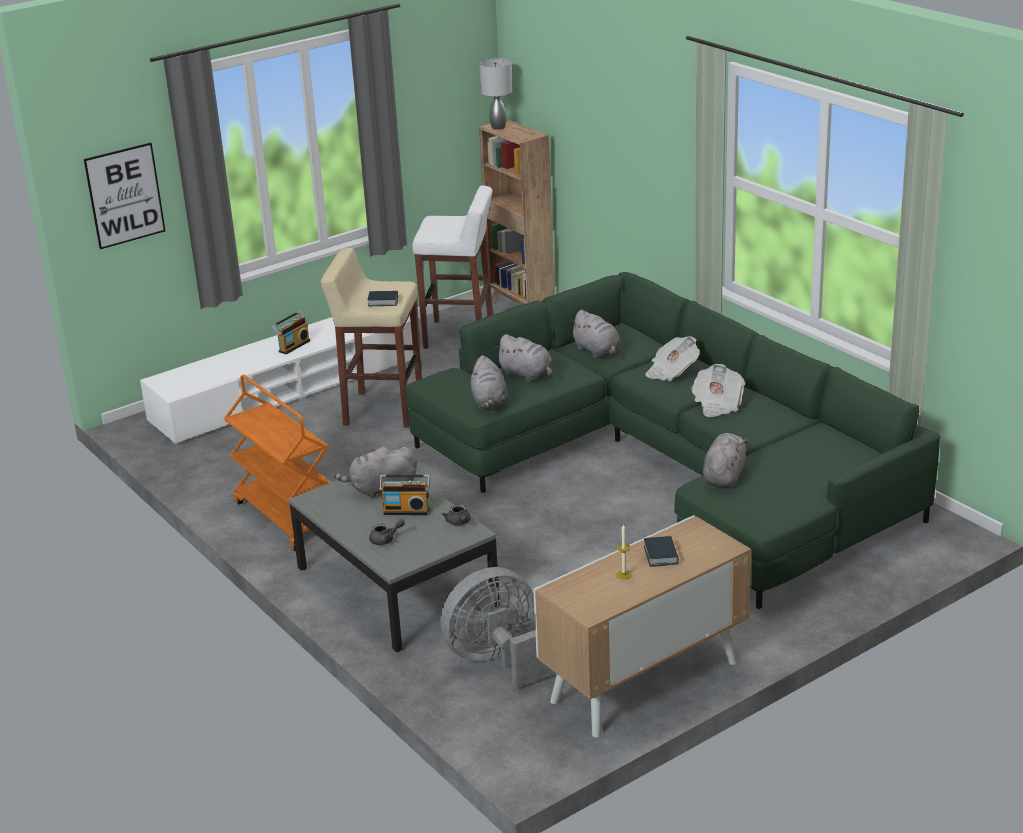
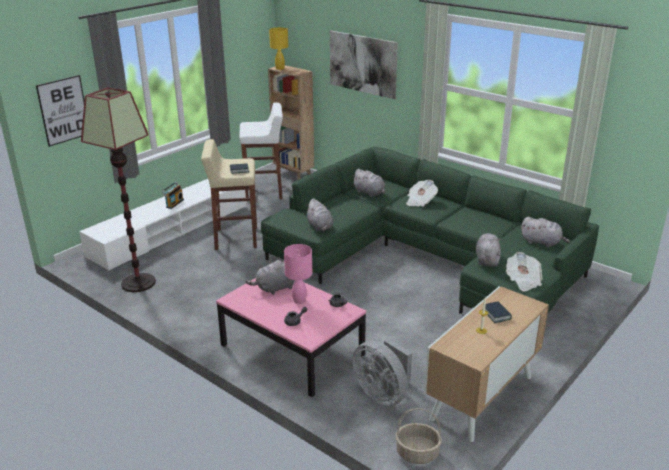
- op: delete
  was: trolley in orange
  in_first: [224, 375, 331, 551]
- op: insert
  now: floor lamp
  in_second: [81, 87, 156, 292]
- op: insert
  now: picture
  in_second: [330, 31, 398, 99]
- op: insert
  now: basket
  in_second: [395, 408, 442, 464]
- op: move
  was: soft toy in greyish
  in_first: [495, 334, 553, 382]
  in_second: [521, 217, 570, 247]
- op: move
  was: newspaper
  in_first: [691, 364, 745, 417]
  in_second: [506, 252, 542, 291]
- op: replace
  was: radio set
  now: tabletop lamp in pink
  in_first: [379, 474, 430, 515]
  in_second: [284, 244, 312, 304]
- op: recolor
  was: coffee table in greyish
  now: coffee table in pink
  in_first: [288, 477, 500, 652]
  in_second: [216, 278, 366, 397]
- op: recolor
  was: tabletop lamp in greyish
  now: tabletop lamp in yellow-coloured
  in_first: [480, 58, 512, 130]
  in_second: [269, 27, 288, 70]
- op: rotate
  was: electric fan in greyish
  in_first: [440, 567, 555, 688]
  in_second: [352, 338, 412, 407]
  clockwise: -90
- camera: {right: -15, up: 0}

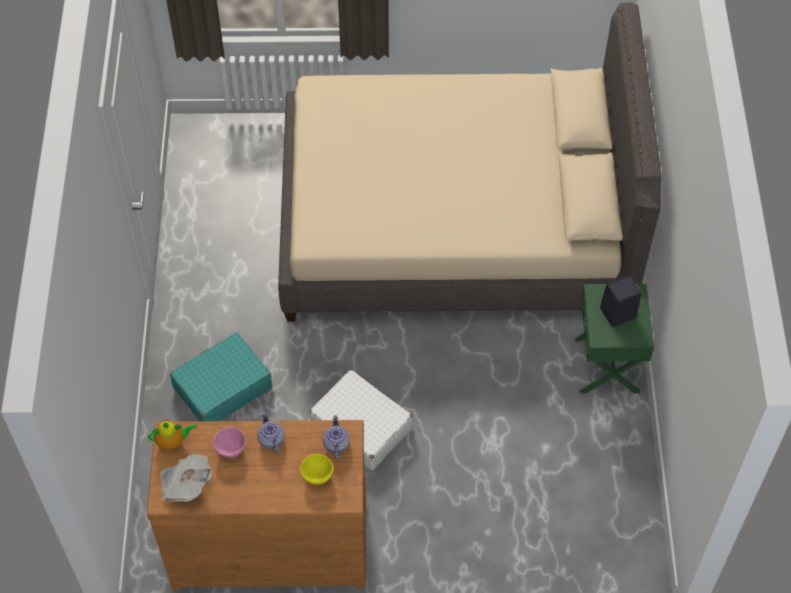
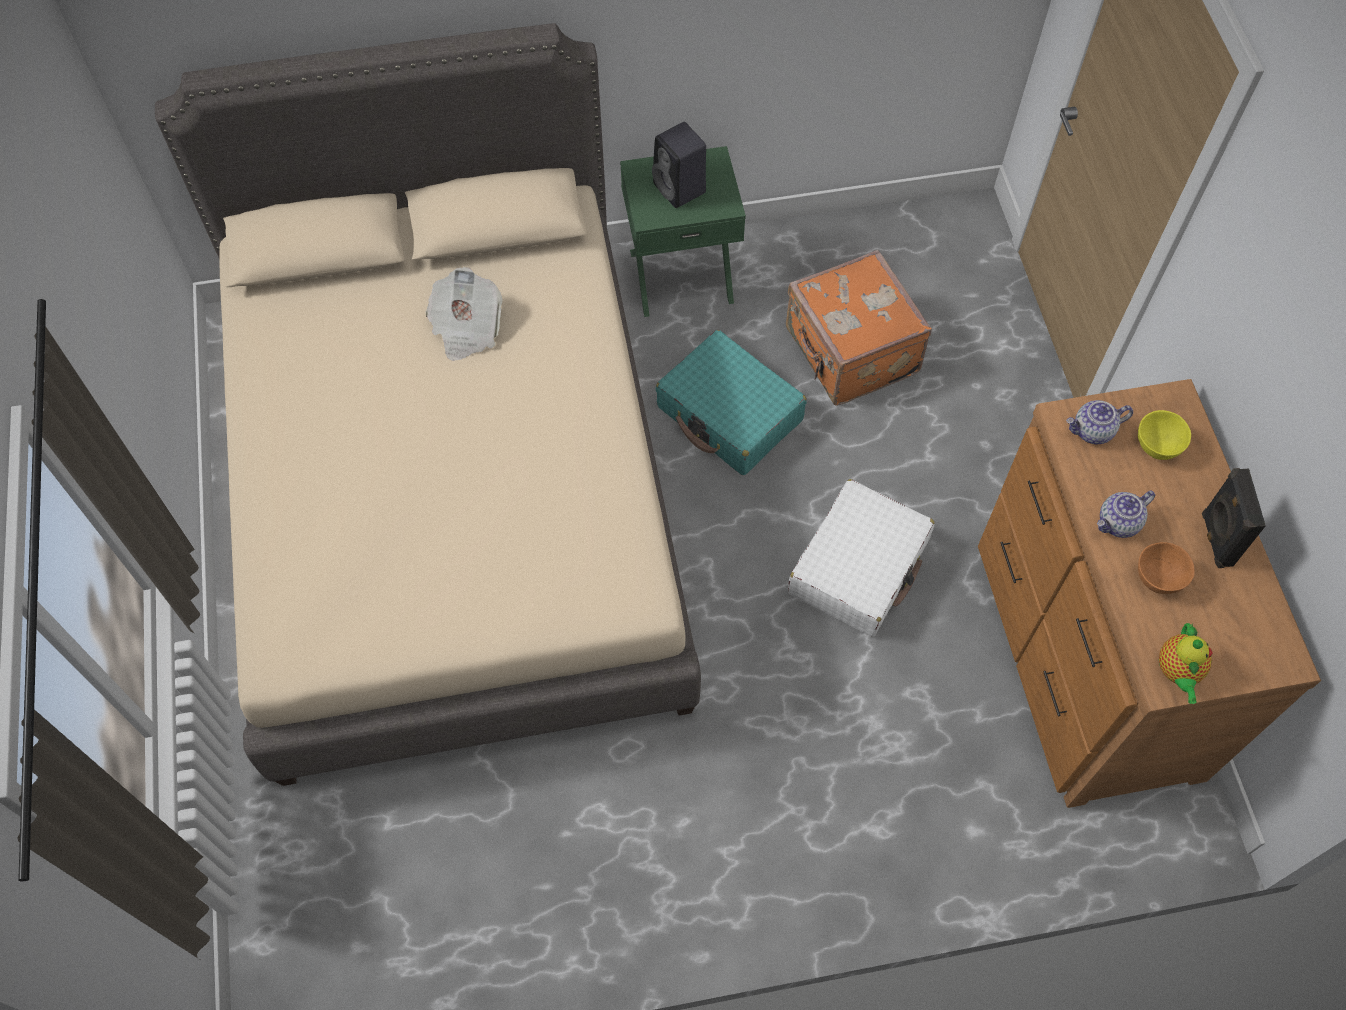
- op: insert
  now: travel case in orange
  in_second: [786, 250, 932, 406]
- op: insert
  now: loudspeaker in blackish
  in_second: [1202, 468, 1266, 568]
- op: move
  was: newspaper
  in_first: [160, 453, 212, 502]
  in_second: [426, 267, 503, 361]
- op: move
  was: travel case in turquoise
  in_first: [170, 332, 272, 421]
  in_second: [655, 330, 807, 475]
- op: recolor
  was: deep dish in pink
  now: deep dish in orange
  in_first: [213, 427, 245, 458]
  in_second: [1138, 542, 1195, 594]
- op: rotate
  was: teapot
  in_first: [148, 419, 198, 450]
  in_second: [1159, 623, 1212, 704]
  clockwise: -150
- camera: {right: -100, up: 5}

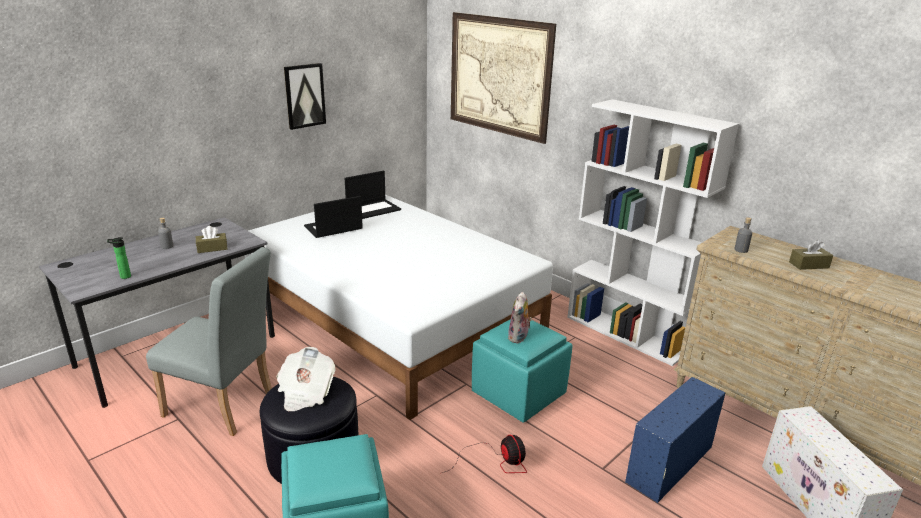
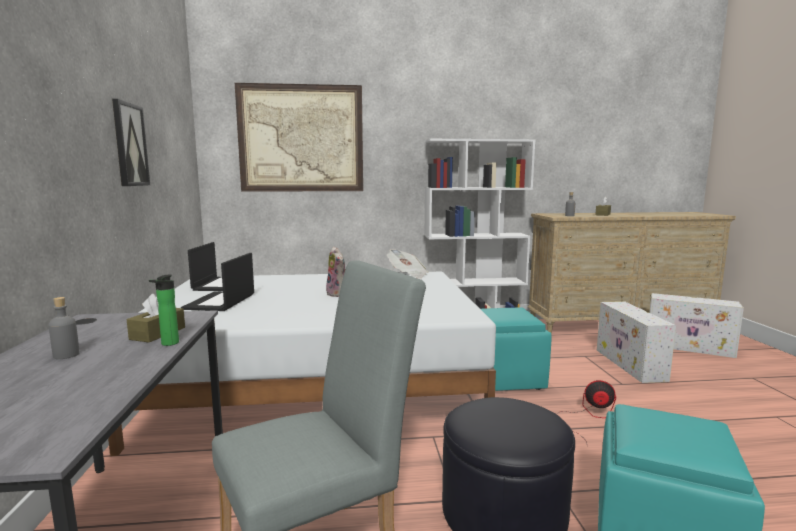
- op: move
  was: beverage bottle
  in_first: [107, 237, 131, 279]
  in_second: [149, 274, 179, 346]
- op: move
  was: newspaper
  in_first: [276, 347, 336, 411]
  in_second: [387, 249, 429, 279]
- op: move
  was: soft toy
  in_first: [508, 292, 532, 343]
  in_second: [326, 247, 345, 297]
- op: recolor
  was: storage bin in blue-coloured
  now: storage bin in whitish
  in_first: [625, 377, 725, 503]
  in_second: [597, 301, 676, 383]
- camera: {right: -50, up: -15}

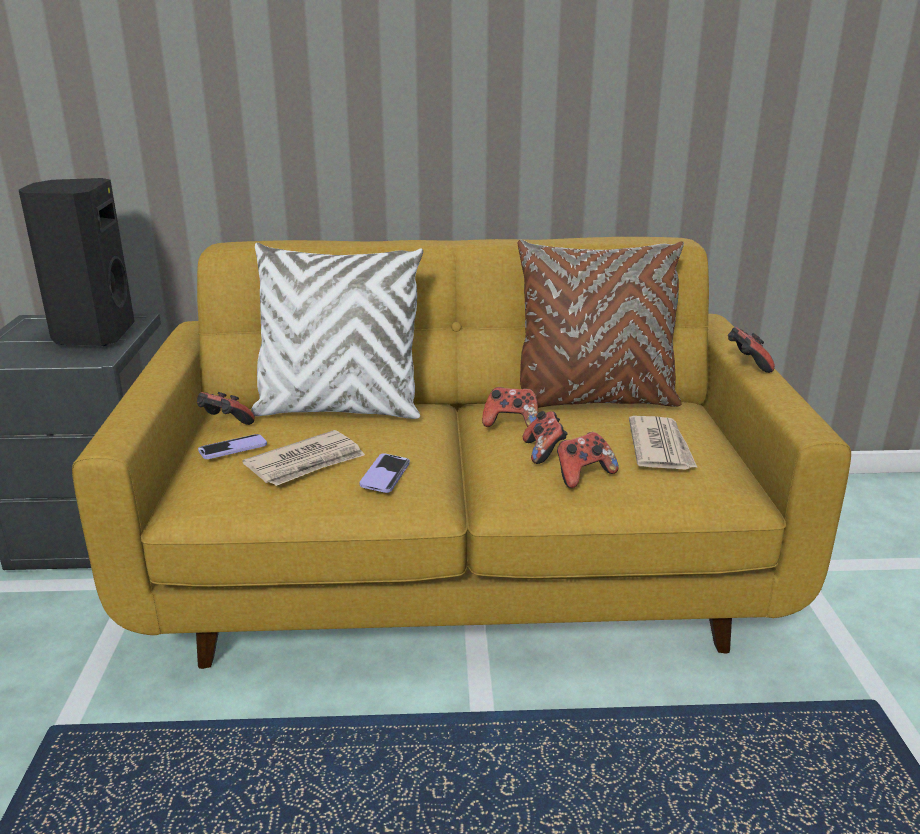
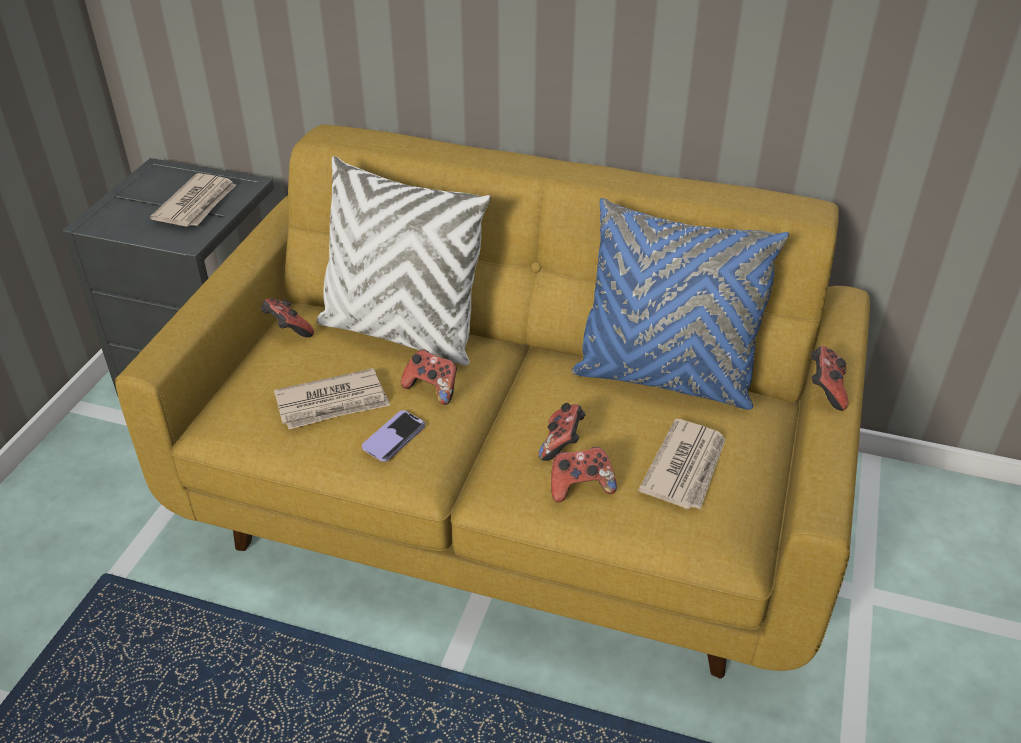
- op: delete
  was: handset
  in_first: [198, 434, 267, 459]
- op: move
  was: gamepad
  in_first: [482, 387, 539, 427]
  in_second: [401, 349, 457, 405]
- op: replace
  was: loudspeaker in blackish
  now: newspaper
  in_first: [19, 178, 135, 346]
  in_second: [150, 173, 236, 227]
- op: recolor
  was: pillow in brownish
  now: pillow in blue-coloured
  in_first: [518, 240, 684, 408]
  in_second: [571, 198, 790, 410]
- camera: {right: 20, up: 15}

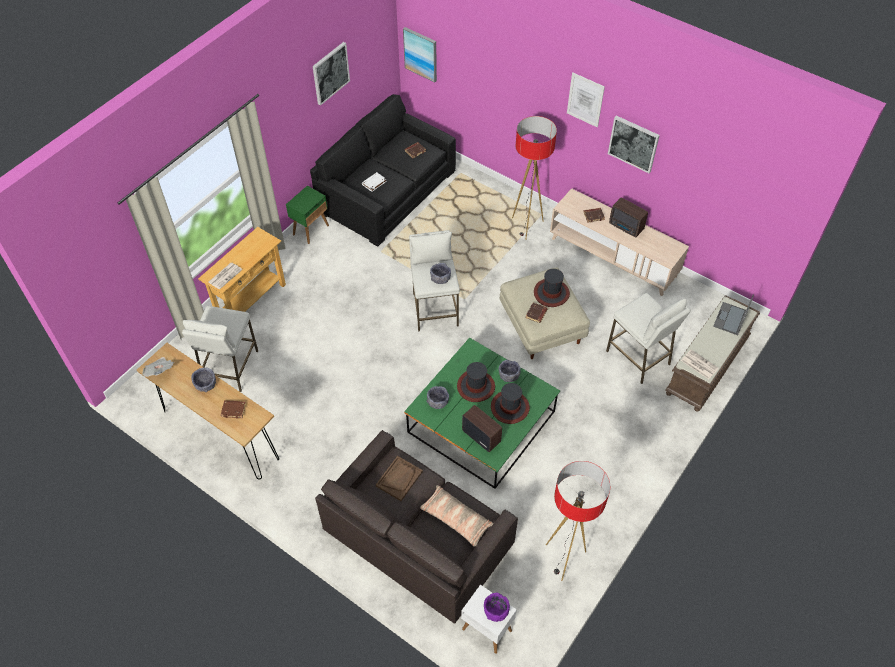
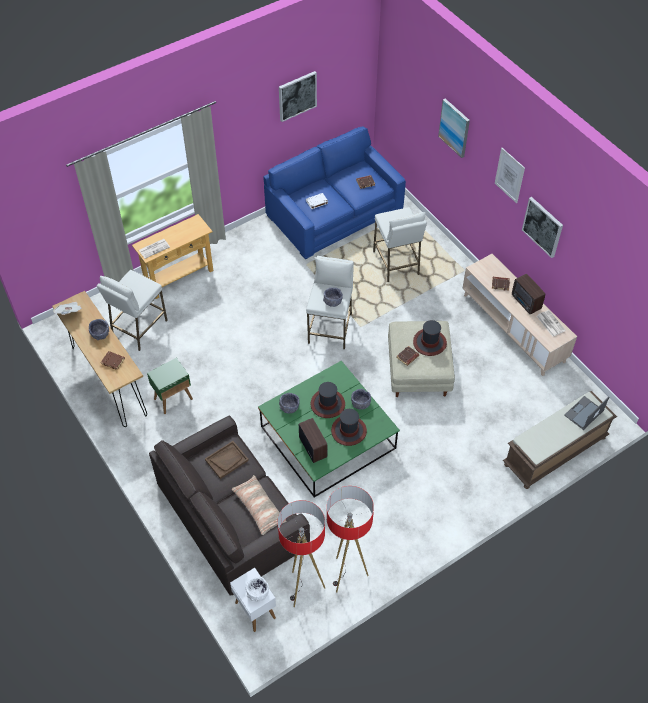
- op: move
  was: side table in green
  in_first: [286, 186, 329, 244]
  in_second: [147, 358, 193, 414]
- op: move
  was: picture
  in_first: [403, 27, 437, 82]
  in_second: [438, 99, 470, 158]
- op: move
  was: floor lamp
  in_first: [512, 116, 557, 240]
  in_second: [277, 500, 325, 608]
- op: move
  was: sitting stool in whitish
  in_first: [606, 293, 691, 384]
  in_second: [373, 207, 427, 282]
- op: move
  was: newspaper
  in_first: [681, 350, 719, 379]
  in_second: [536, 310, 566, 337]
- op: recolor
  was: couch in blackish
  now: couch in blue-coloured
  in_first: [310, 94, 456, 247]
  in_second: [264, 126, 406, 259]
- op: recolor
  was: deep dish in purplish
  now: deep dish in whitish
  in_first: [484, 593, 510, 622]
  in_second: [246, 577, 269, 602]
- camera: {right: 20, up: 0}

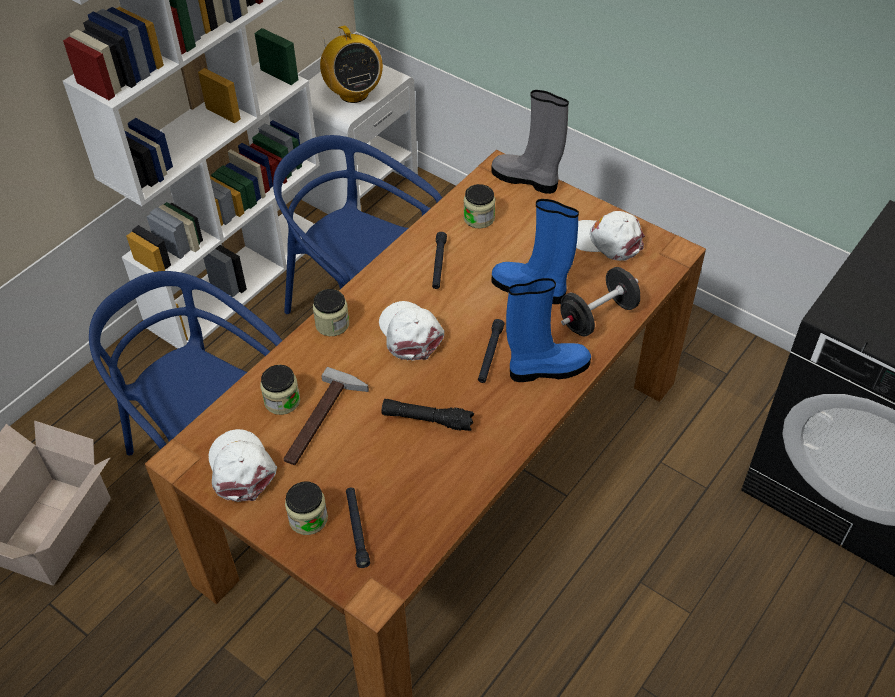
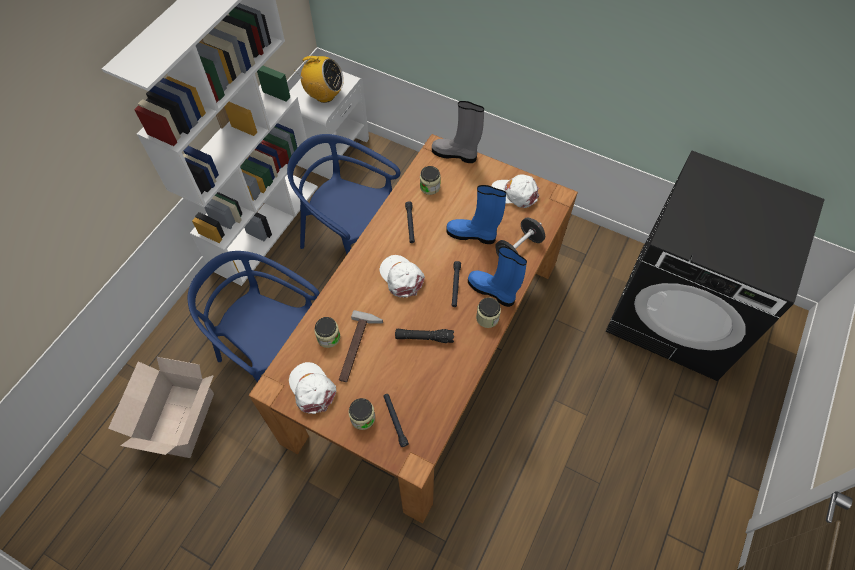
- op: move
  was: storage jar
  in_first: [313, 289, 349, 336]
  in_second: [476, 297, 501, 328]
- op: rotate
  was: radio set
  in_first: [320, 26, 383, 103]
  in_second: [294, 56, 344, 103]
  clockwise: -45
- op: rotate
  was: high-top boot in blue-coloured
  in_first: [506, 278, 591, 382]
  in_second: [468, 246, 527, 307]
  clockwise: -120
- camera: {right: -10, up: 10}

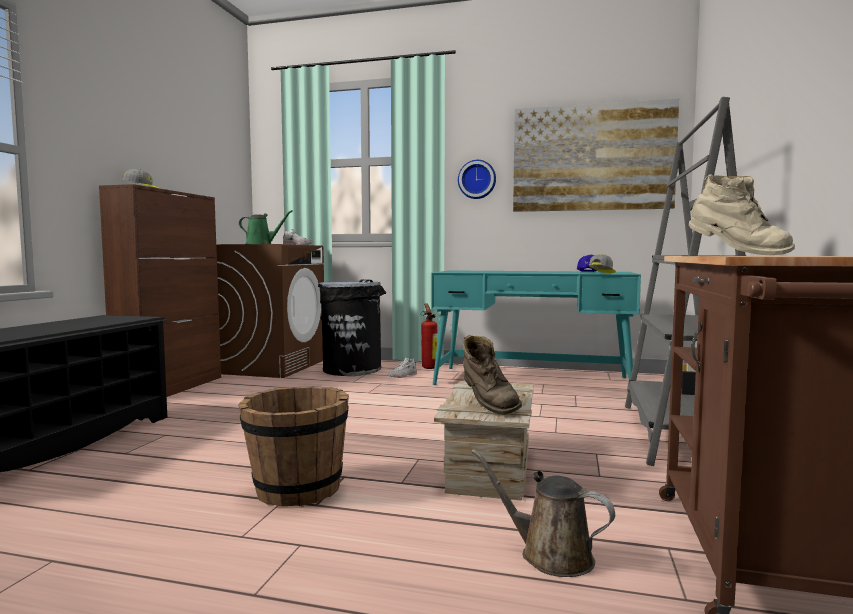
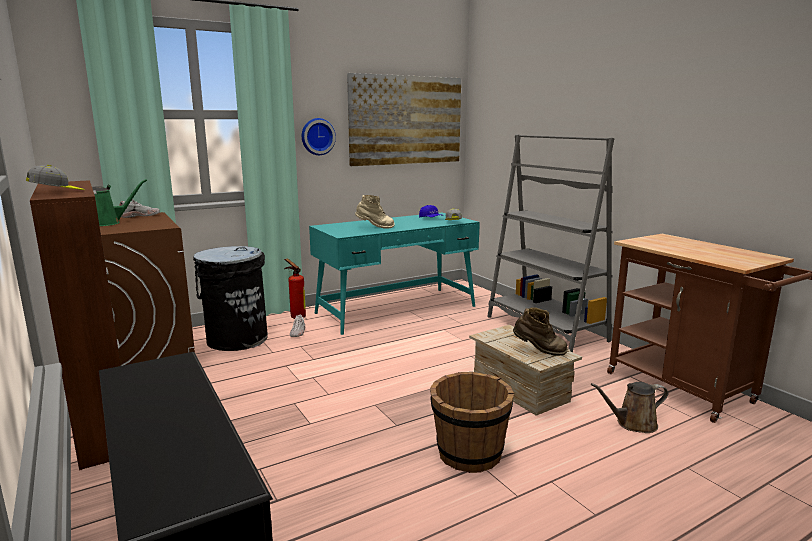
- op: move
  was: high-top boot in sand-coloured
  in_first: [689, 174, 795, 255]
  in_second: [355, 195, 395, 229]
- camera: {right: -45, up: 10}

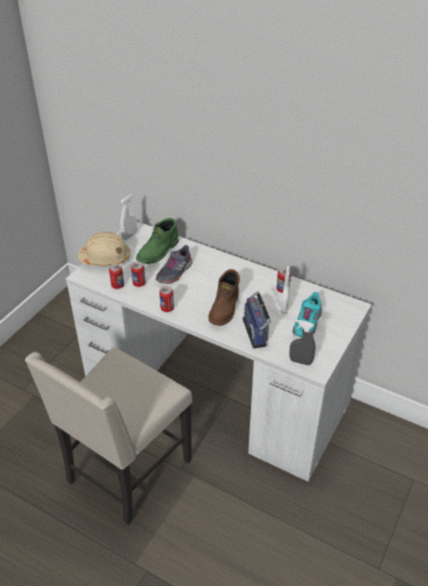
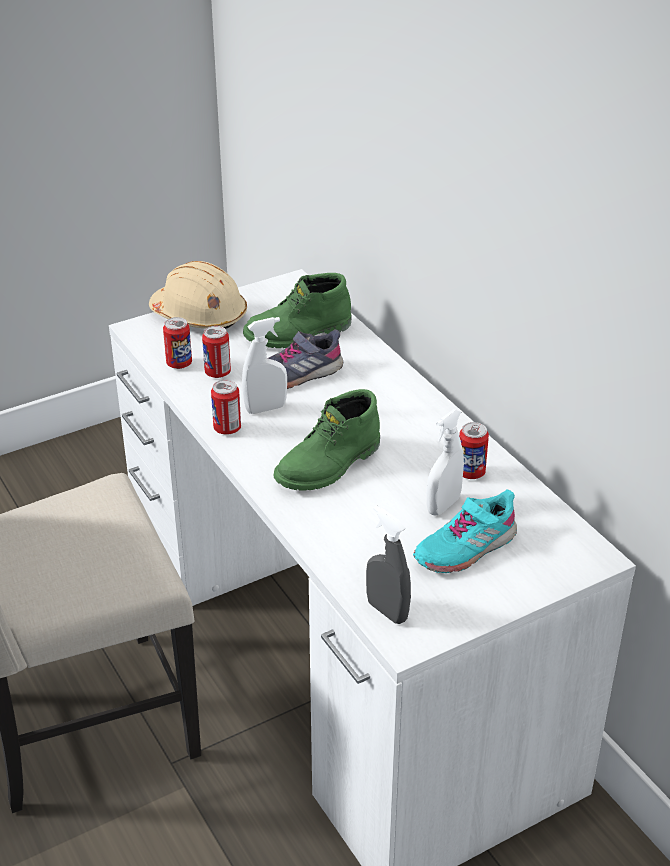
- op: delete
  was: radio set
  in_first: [243, 291, 271, 348]
- op: move
  was: hand sprayer in whitish
  in_first: [120, 194, 137, 240]
  in_second: [242, 317, 287, 414]
- op: recolor
  was: high-top boot in brownish
  now: high-top boot in green
  in_first: [208, 269, 240, 326]
  in_second: [273, 389, 380, 490]
- camera: {right: 30, up: -5}

